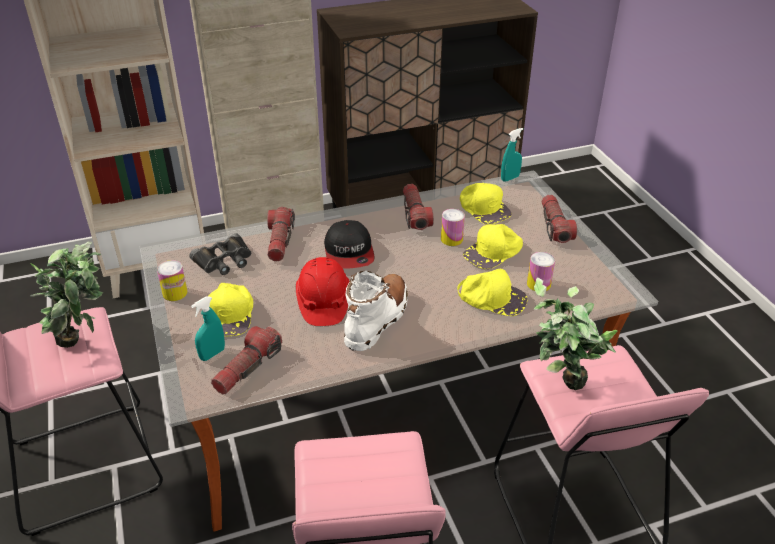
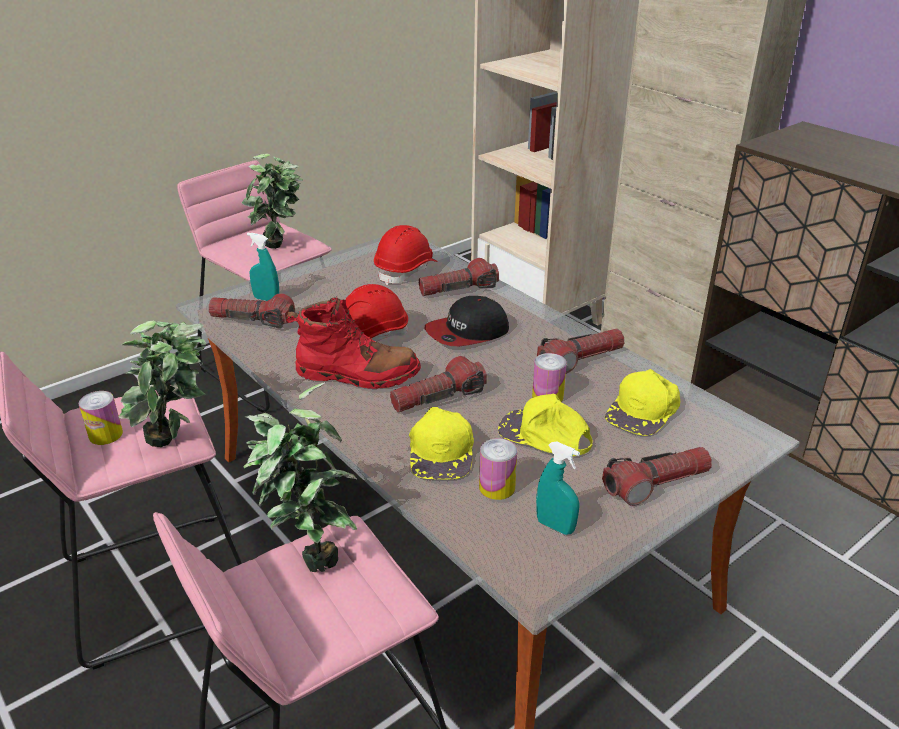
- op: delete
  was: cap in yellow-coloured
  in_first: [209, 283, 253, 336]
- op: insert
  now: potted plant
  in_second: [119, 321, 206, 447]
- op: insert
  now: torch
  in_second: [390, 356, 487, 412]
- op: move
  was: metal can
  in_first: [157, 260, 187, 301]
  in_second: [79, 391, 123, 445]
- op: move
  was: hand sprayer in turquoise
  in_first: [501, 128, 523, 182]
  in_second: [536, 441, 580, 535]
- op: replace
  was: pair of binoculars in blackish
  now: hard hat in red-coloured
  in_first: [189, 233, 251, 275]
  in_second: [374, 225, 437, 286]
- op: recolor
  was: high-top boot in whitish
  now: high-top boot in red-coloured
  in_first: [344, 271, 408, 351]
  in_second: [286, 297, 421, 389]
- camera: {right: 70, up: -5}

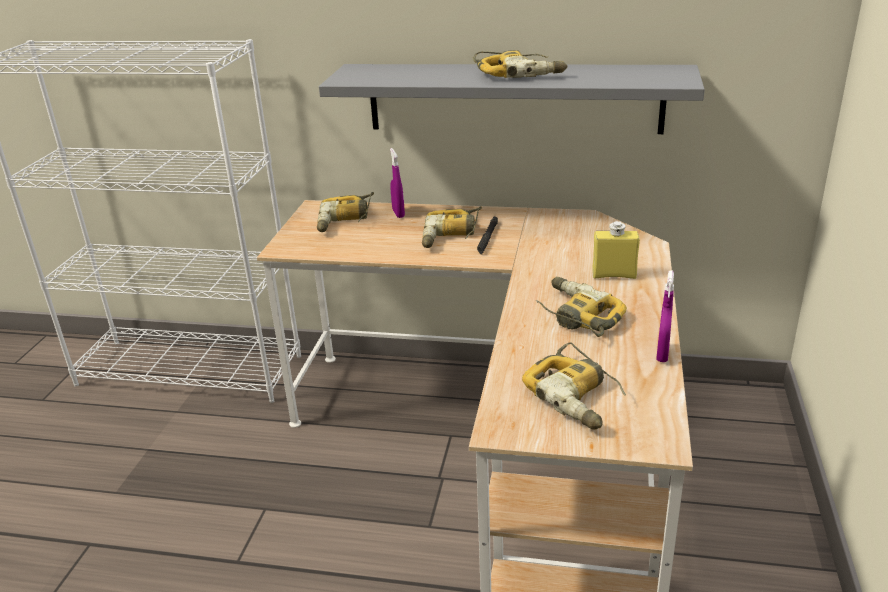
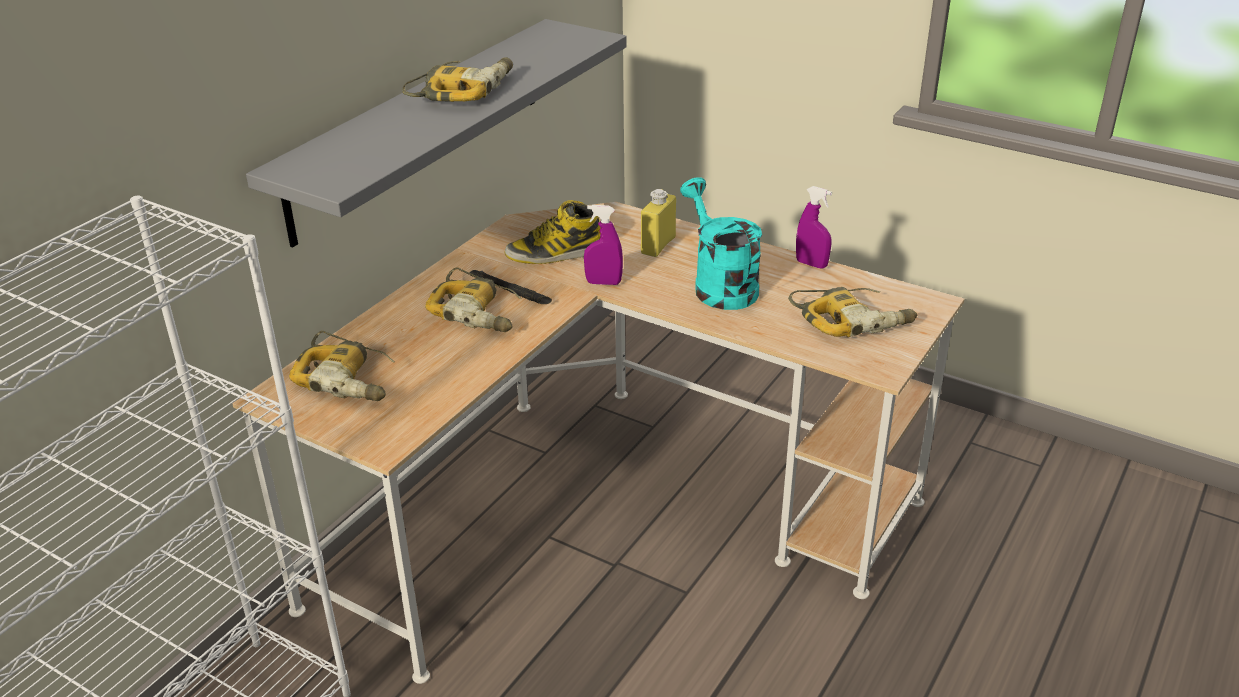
- op: insert
  now: high-top boot
  in_second: [505, 200, 601, 264]
- op: move
  was: hand sprayer in purplish
  in_first: [390, 148, 405, 218]
  in_second: [584, 205, 623, 285]
- op: replace
  was: electric drill
  now: watering pot in turquoise
  in_first: [536, 277, 627, 337]
  in_second: [680, 177, 762, 310]
- camera: {right: -70, up: 5}

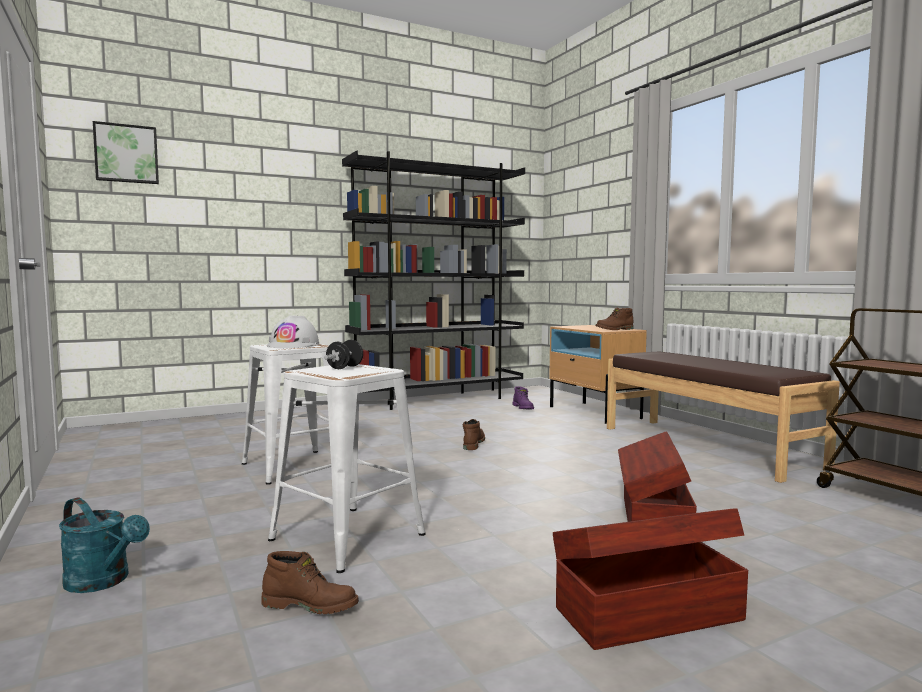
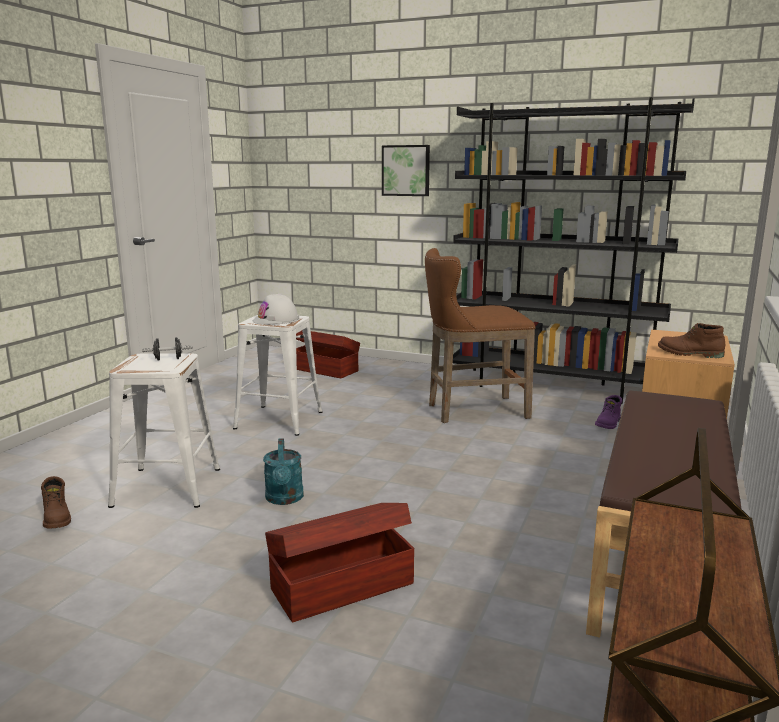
- op: delete
  was: high-top boot in brownish
  in_first: [463, 419, 485, 450]
- op: insert
  now: sitting stool in brownish
  in_second: [425, 248, 536, 423]
- op: move
  was: watering pot in turquoise
  in_first: [59, 498, 150, 593]
  in_second: [263, 438, 304, 505]
- op: move
  was: picture
  in_first: [93, 121, 159, 184]
  in_second: [382, 145, 430, 196]
- op: move
  was: storage bin in brownish
  in_first: [553, 508, 748, 650]
  in_second: [296, 331, 360, 378]
- camera: {right: 50, up: 10}

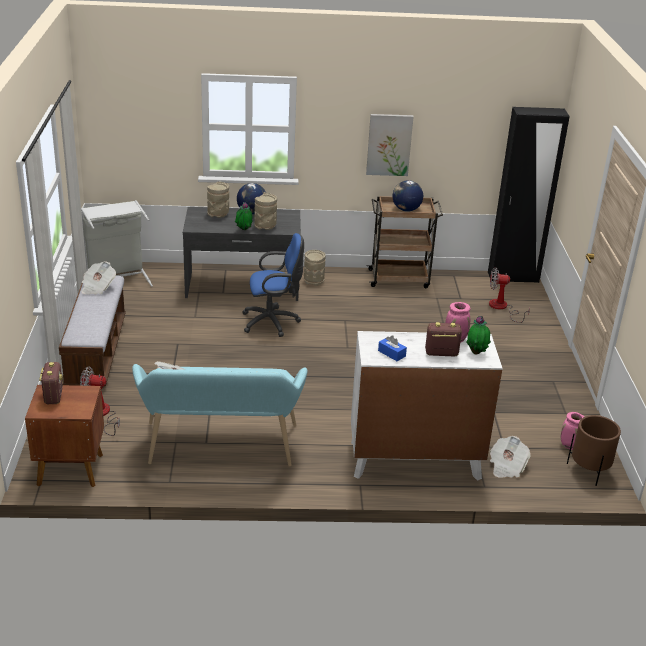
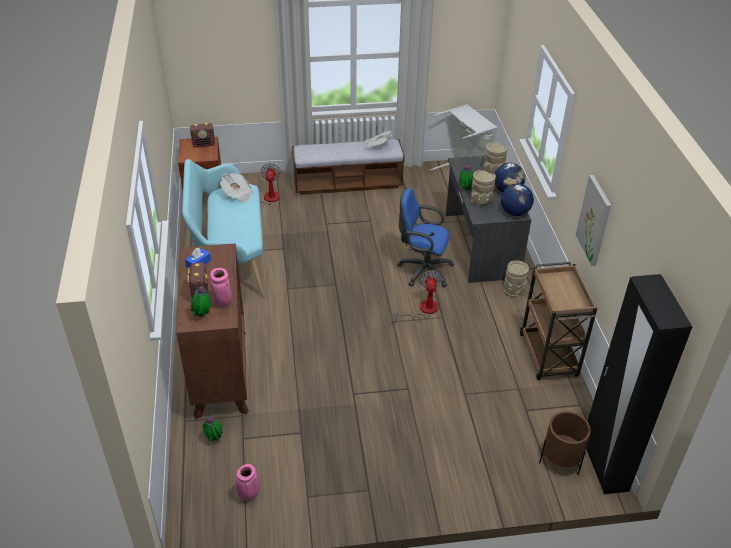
- op: move
  was: desk globe
  in_first: [392, 180, 423, 212]
  in_second: [501, 184, 534, 216]
- op: move
  was: electric fan
  in_first: [489, 267, 530, 323]
  in_second: [394, 270, 443, 322]
- op: move
  was: flower pot in brownish
  in_first: [567, 415, 621, 486]
  in_second: [539, 411, 591, 475]
- op: replace
  was: newspaper
  now: potted plant
  in_first: [490, 436, 531, 478]
  in_second: [203, 415, 223, 441]
- op: recolor
  was: dresser in whitish
  now: dresser in brownish
  in_first: [351, 331, 503, 481]
  in_second: [176, 243, 249, 420]
- op: rotate
  was: desk chair in blue-coloured
  in_first: [242, 233, 304, 337]
  in_second: [398, 188, 455, 287]
  clockwise: 120
- camera: {right: 85, up: 10}

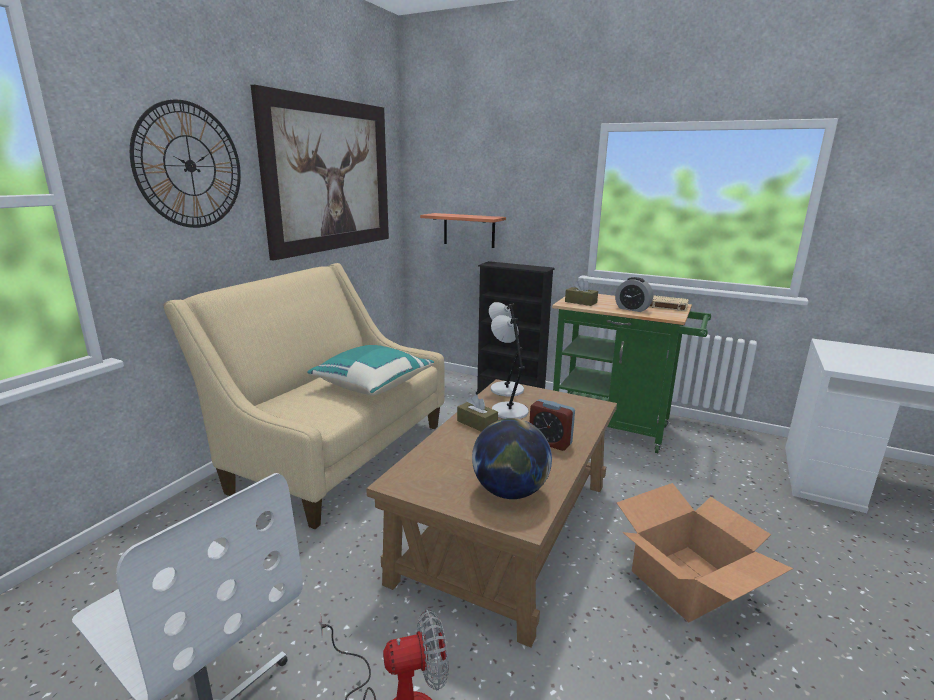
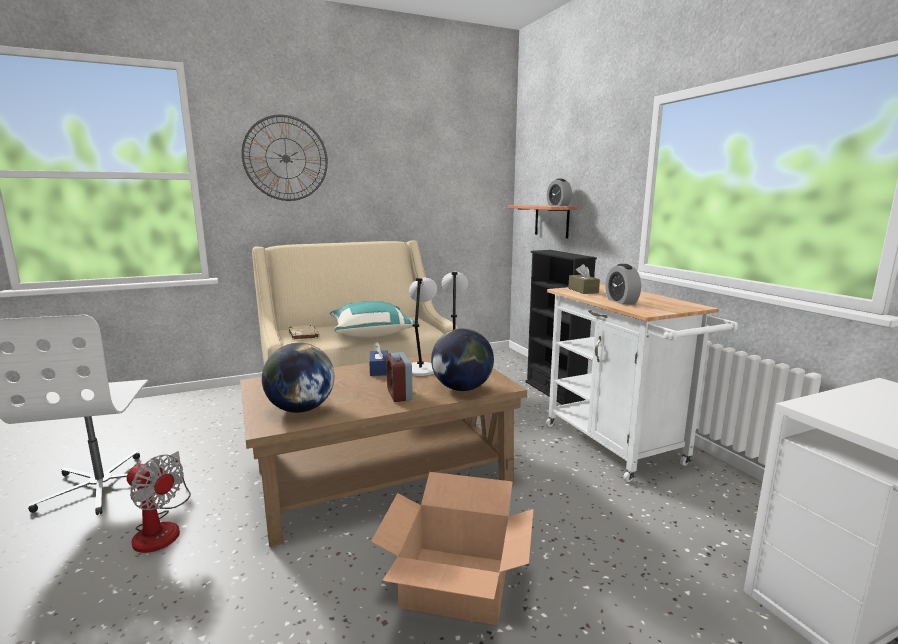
- op: delete
  was: picture
  in_first: [251, 85, 389, 261]
- op: insert
  now: desk globe
  in_second: [431, 328, 494, 391]
- op: insert
  now: bedside clock
  in_second: [547, 179, 572, 206]
- op: move
  was: book in sand-coloured
  in_first: [649, 295, 689, 311]
  in_second: [288, 325, 320, 342]
- op: recolor
  was: tissue holder in brownish
  now: tissue holder in blue-coloured
  in_first: [457, 395, 498, 432]
  in_second: [369, 342, 388, 376]
- op: recolor
  was: trolley in green
  now: trolley in whitish
  in_first: [552, 294, 711, 453]
  in_second: [546, 284, 738, 482]
- camera: {right: 40, up: -5}

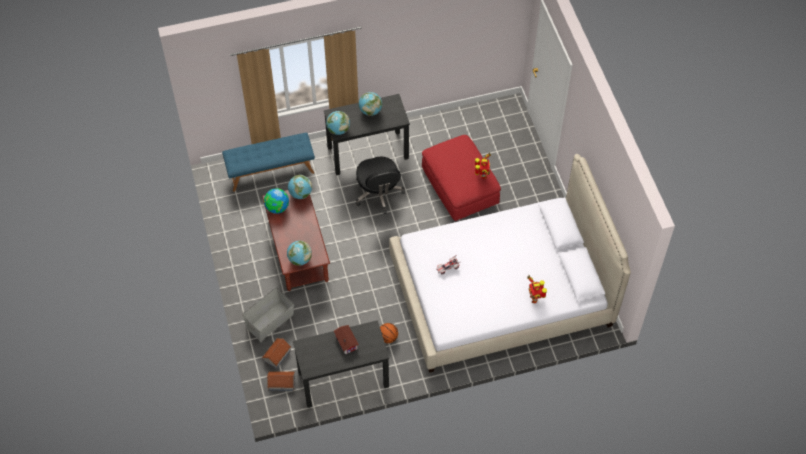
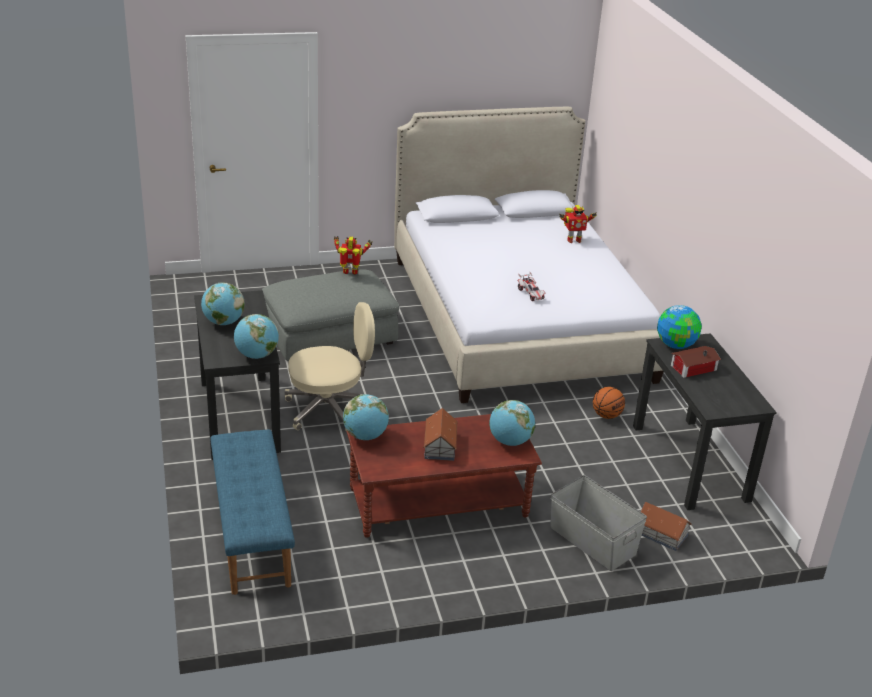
- op: move
  was: desk globe
  in_first: [264, 188, 289, 214]
  in_second: [657, 305, 702, 349]
- op: move
  was: model house
  in_first: [267, 371, 295, 391]
  in_second: [423, 408, 458, 461]
- op: recolor
  was: desk chair in blackish
  now: desk chair in sand-coloured
  in_first: [356, 157, 405, 214]
  in_second: [285, 302, 375, 430]
- op: recolor
  was: pouffe in red-coloured
  now: pouffe in greyish
  in_first: [422, 135, 501, 221]
  in_second: [262, 269, 399, 361]
- camera: {right: -90, up: -25}

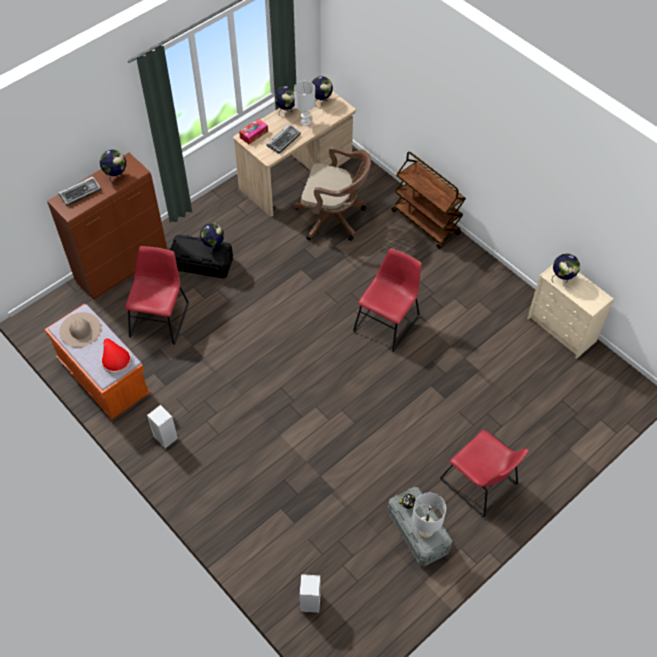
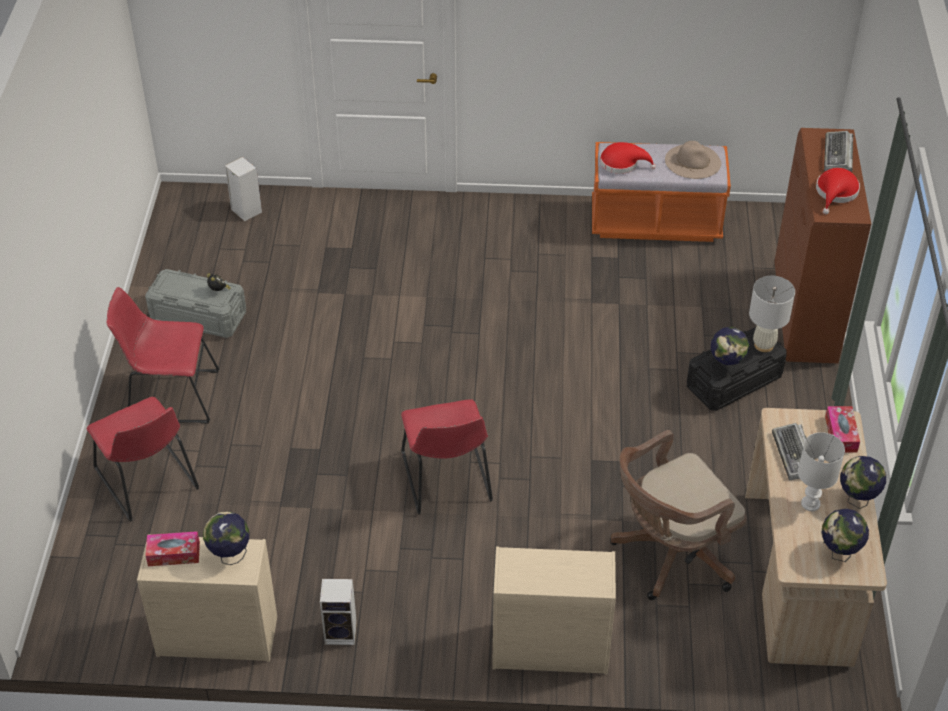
- op: insert
  now: tissue holder
  in_second: [146, 531, 200, 566]
- op: move
  was: chair in red-coloured
  in_first: [125, 246, 189, 345]
  in_second: [87, 397, 199, 522]
- op: move
  was: loudspeaker
  in_first: [147, 405, 178, 448]
  in_second: [320, 579, 357, 645]
- op: move
  was: tabletop lamp in whitish
  in_first: [412, 493, 446, 538]
  in_second: [749, 276, 795, 352]
- op: replace
  was: desk globe
  now: clothing hat in red-coloured
  in_first: [100, 150, 126, 185]
  in_second: [816, 168, 860, 214]
- op: replace
  was: trolley in brownish
  now: dresser in sand-coloured
  in_first: [392, 151, 466, 249]
  in_second: [492, 546, 616, 675]
- camera: {right: 135, up: -10}

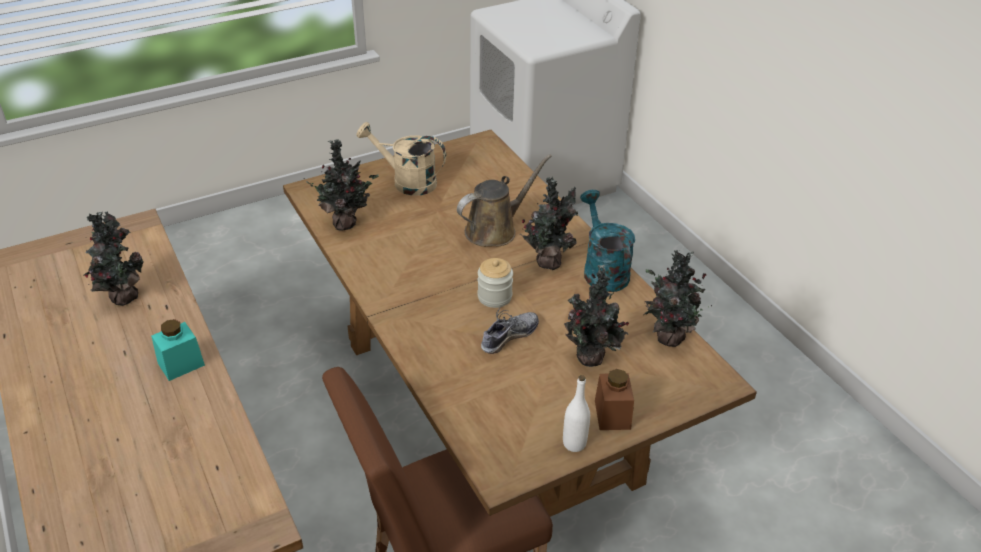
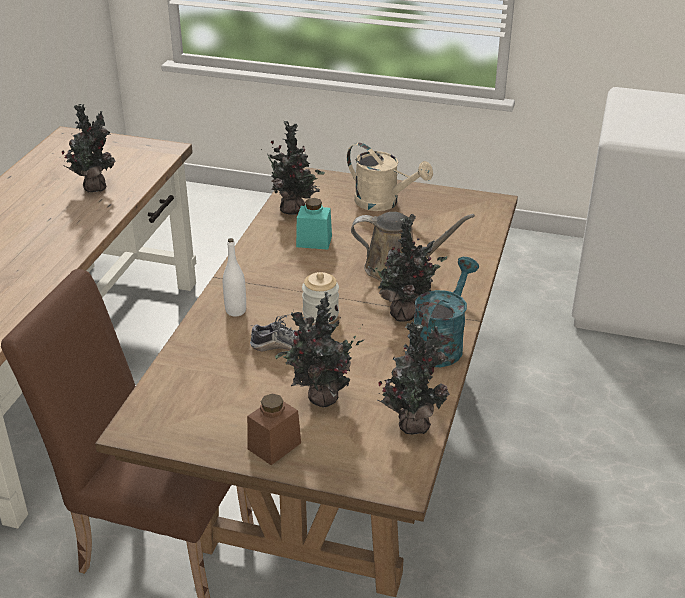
- op: move
  was: storage jar in turquoise
  in_first: [151, 319, 205, 381]
  in_second: [296, 198, 332, 250]
- op: move
  was: beverage bottle in whitish
  in_first: [563, 375, 590, 452]
  in_second: [223, 238, 246, 316]
- op: rotate
  was: watering pot in sand-coloured
  in_first: [356, 122, 446, 196]
  in_second: [347, 143, 433, 211]
  clockwise: 150
- camera: {right: 45, up: -5}

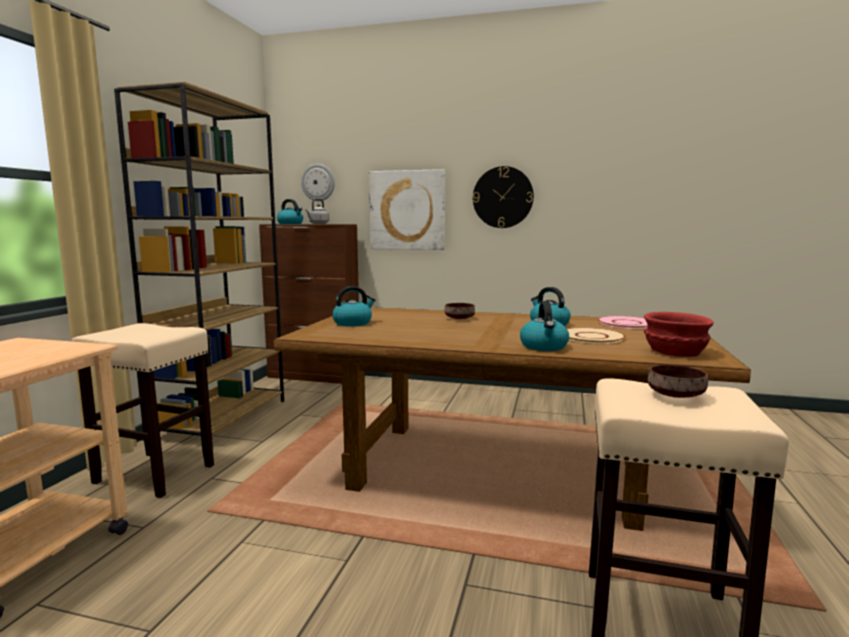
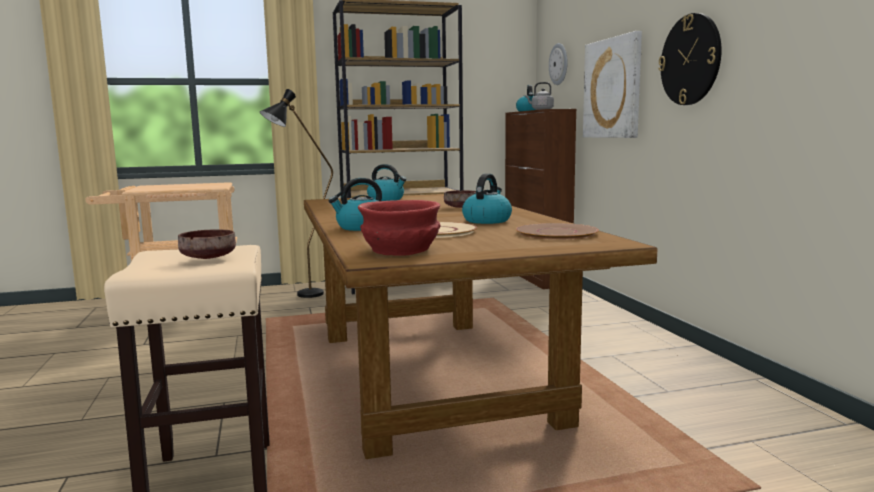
- op: replace
  was: sitting stool in sand-coloured
  now: floor lamp in blackish
  in_first: [71, 323, 214, 498]
  in_second: [260, 89, 333, 298]
- op: recolor
  was: flat dish in pink
  now: flat dish in brownish
  in_first: [597, 316, 648, 329]
  in_second: [516, 223, 599, 240]
- camera: {right: 60, up: 0}

